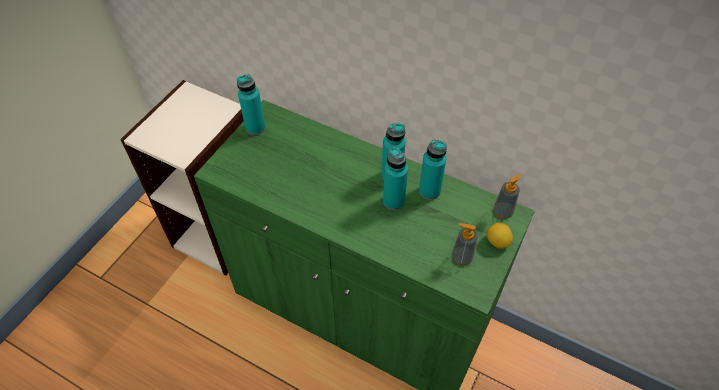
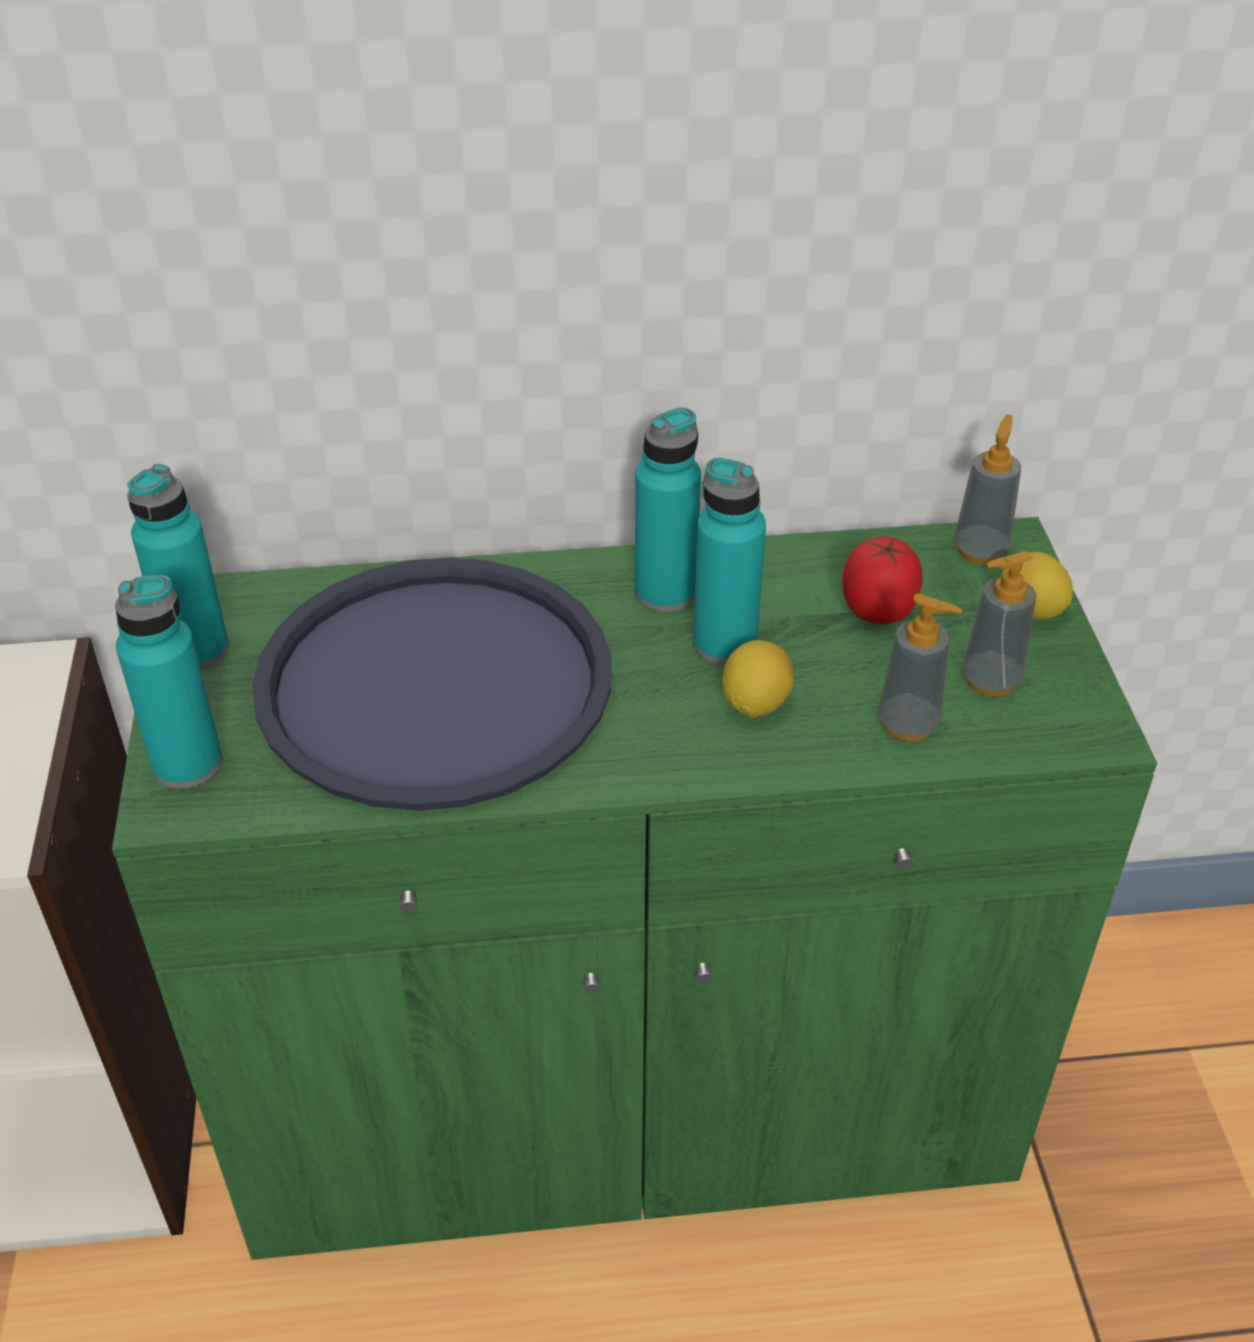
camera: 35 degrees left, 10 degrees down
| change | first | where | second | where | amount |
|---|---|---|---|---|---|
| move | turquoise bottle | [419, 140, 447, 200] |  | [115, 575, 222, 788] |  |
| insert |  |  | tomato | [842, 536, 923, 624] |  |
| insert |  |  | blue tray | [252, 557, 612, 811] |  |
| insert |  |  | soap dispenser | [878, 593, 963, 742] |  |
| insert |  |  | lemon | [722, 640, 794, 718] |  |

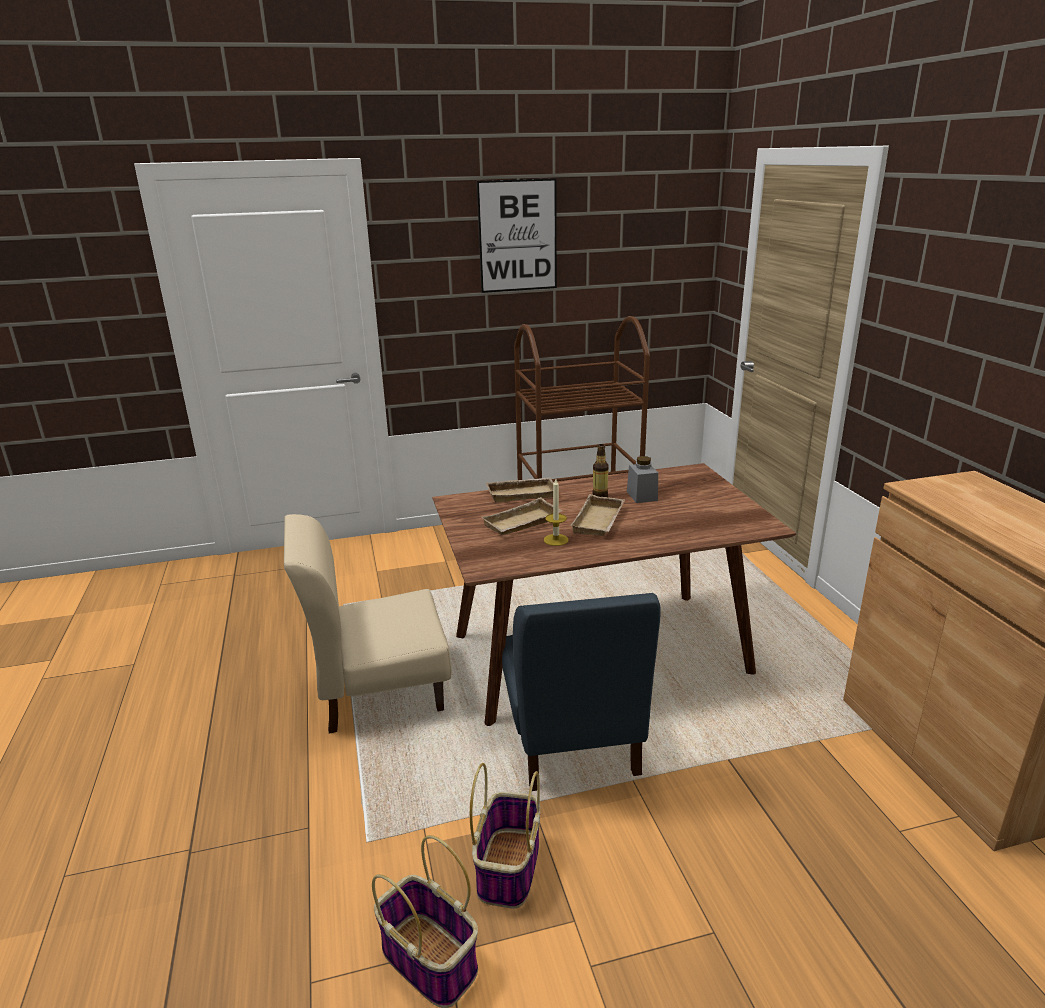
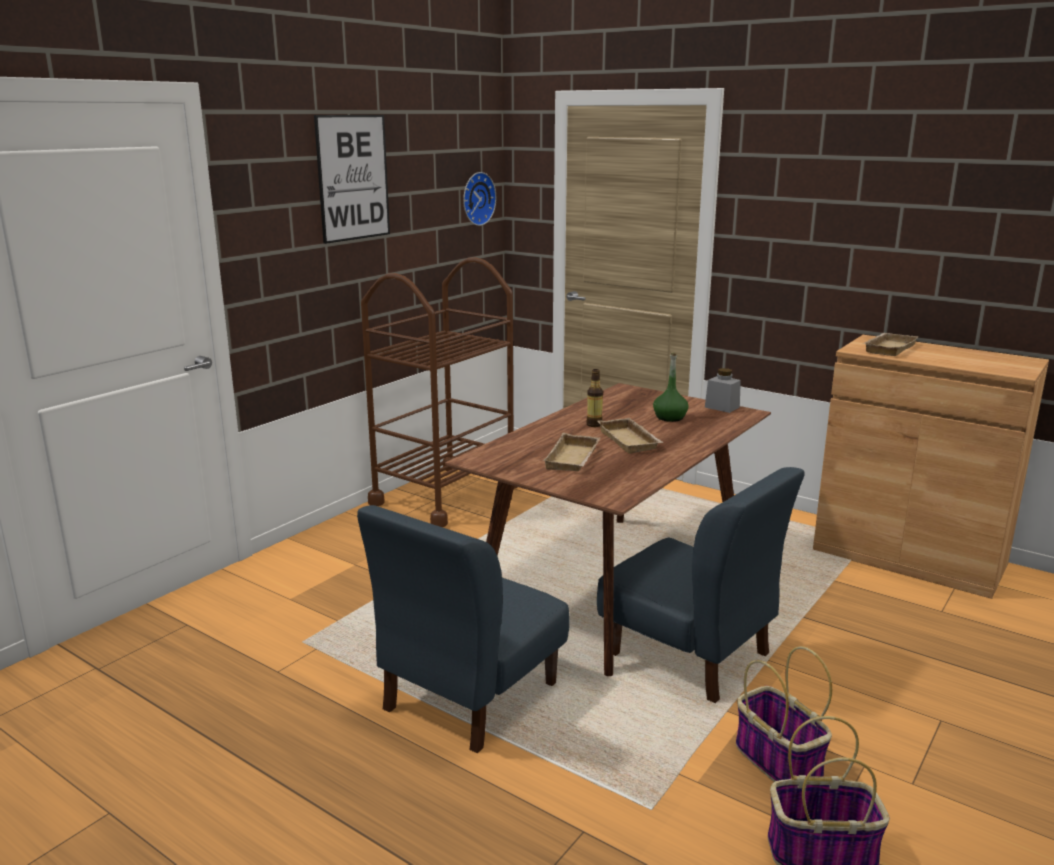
camera: 40 degrees left, 5 degrees down
| change | first | where | second | where | amount |
|---|---|---|---|---|---|
| move | grey jar | [627, 456, 658, 503] |  | [705, 368, 741, 413] |  |
| move | beige tray | [486, 477, 554, 503] |  | [864, 333, 918, 356] |  |
| delete | candle | [544, 479, 569, 546] |  |  |  |
| recolor | beige chair | [284, 514, 452, 734] | blue chair | [357, 505, 570, 754] |  |
| insert |  |  | wall clock | [463, 172, 496, 226] |  |
| insert |  |  | green bottle | [653, 353, 689, 422] |  |

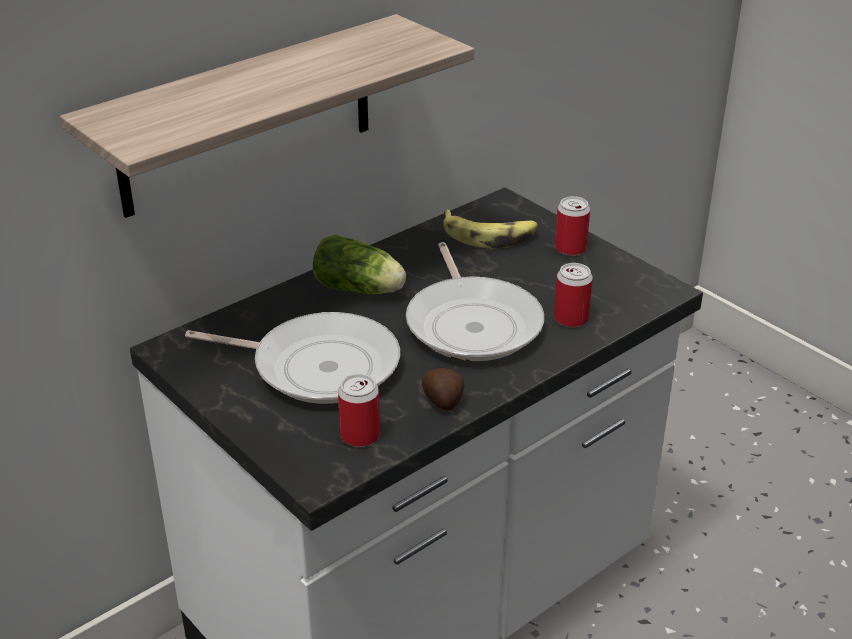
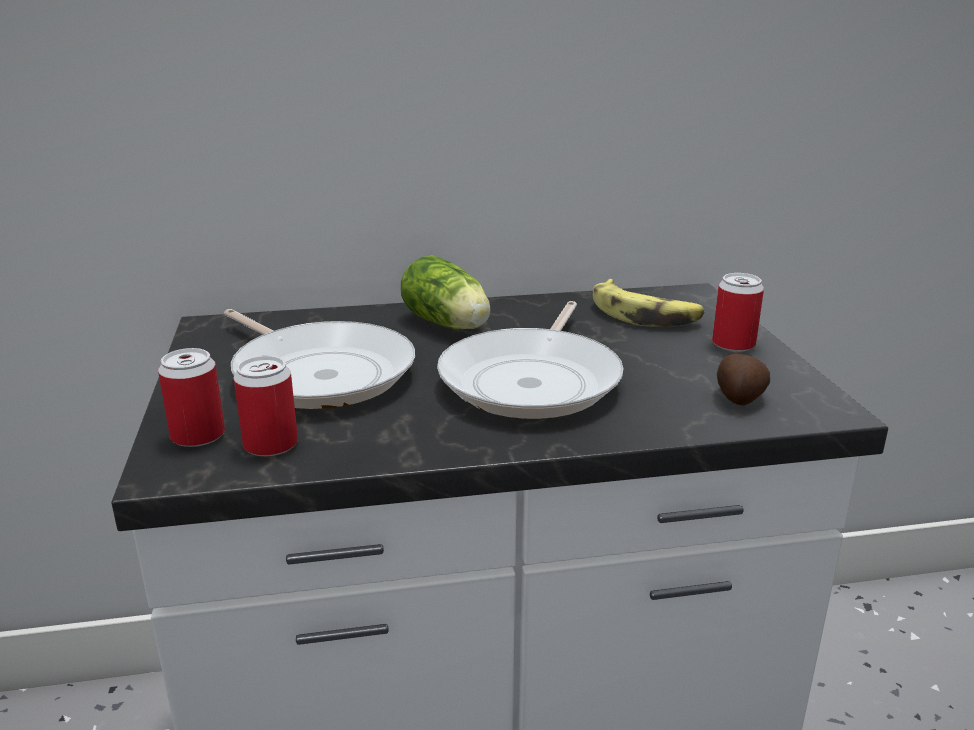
camera: 30 degrees right, 10 degrees down
| change | first | where | second | where | amount |
|---|---|---|---|---|---|
| delete | shelf | [60, 14, 474, 218] |  |  |  |
| move | can | [554, 263, 593, 327] |  | [158, 348, 225, 447] |  |
| move | potato | [422, 368, 464, 411] |  | [717, 354, 770, 406] |  |

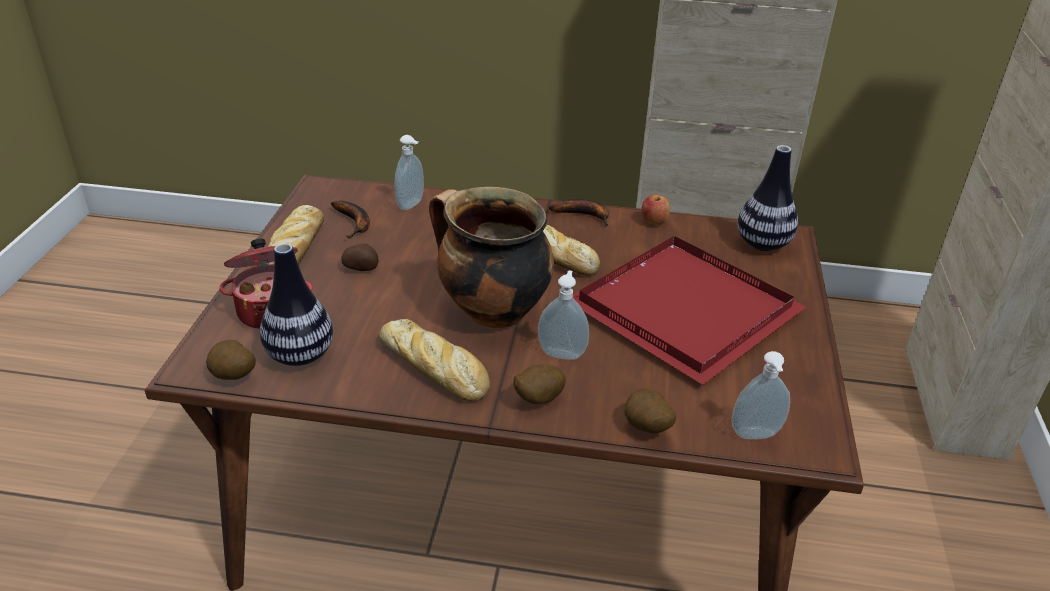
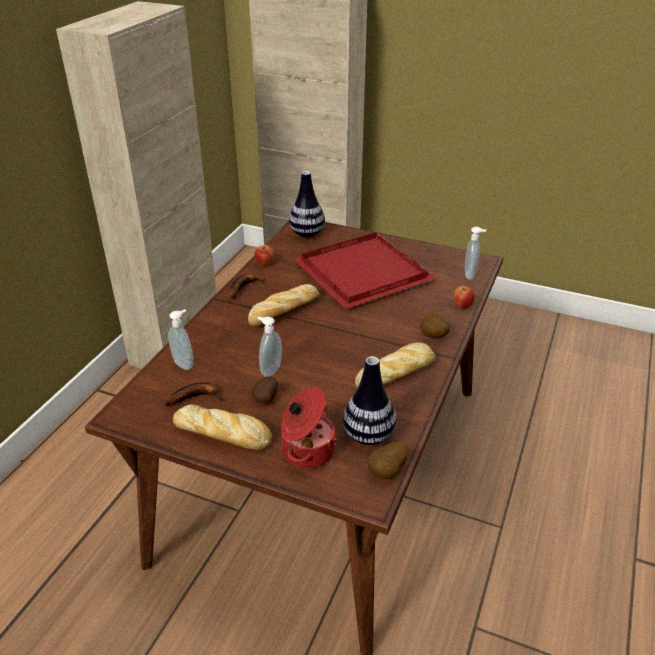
camera: 75 degrees left, 0 degrees up
| change | first | where | second | where | amount |
|---|---|---|---|---|---|
| delete | cooking pot | [429, 187, 554, 328] |  |  |  |
| move | soap dispenser | [538, 270, 589, 360] |  | [258, 317, 282, 377] |  |
| replace | potato | [624, 389, 676, 434] | apple | [453, 286, 475, 308] |  |

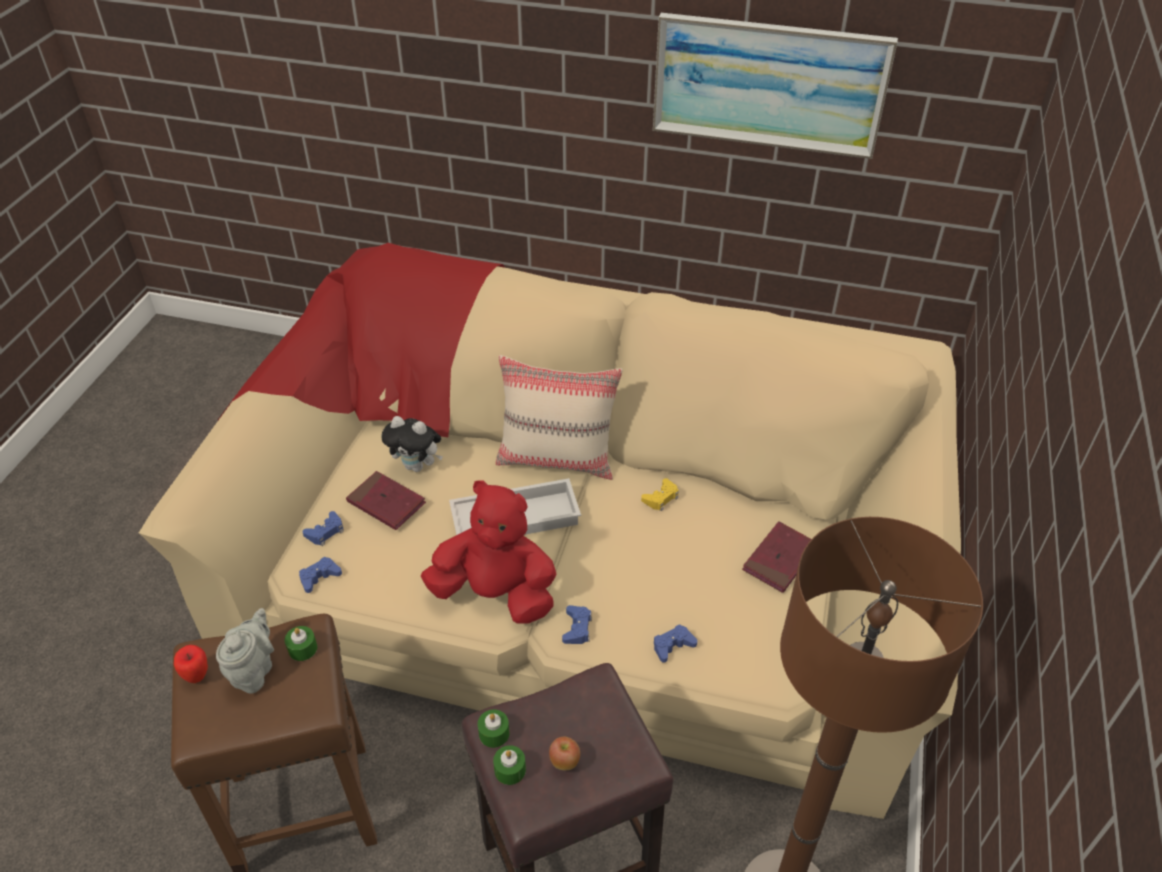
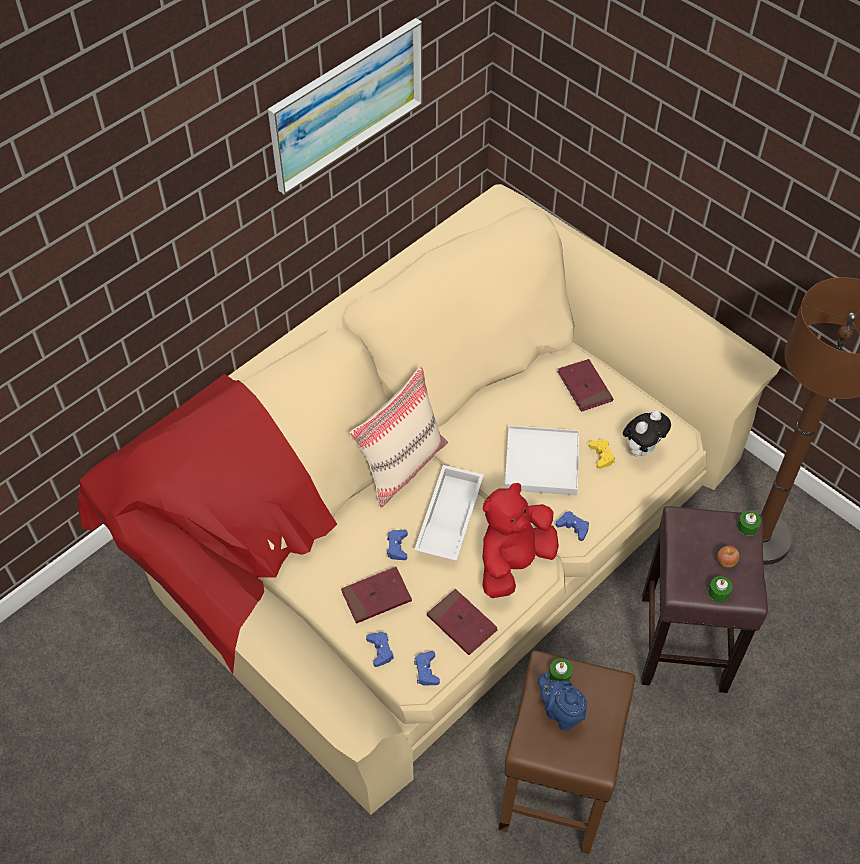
camera: 60 degrees left, 10 degrees up
| change | first | where | second | where | amount |
|---|---|---|---|---|---|
| move | plush toy | [381, 416, 443, 472] |  | [623, 410, 671, 456] |  |
| move | yellow game controller | [641, 478, 679, 511] |  | [589, 439, 615, 469] |  |
| recolor | grey teapot | [216, 608, 274, 694] | blue teapot | [538, 672, 587, 730] |  |
| move | blue game controller | [654, 624, 697, 663] |  | [387, 530, 408, 560] |  |
| delete | apple | [174, 645, 208, 683] |  |  |  |
| move | green candle | [478, 709, 510, 748] |  | [737, 511, 761, 536] |  |
| insert |  |  | white tray | [505, 425, 579, 495] |  |
| insert |  |  | red book | [427, 589, 498, 655] |  |

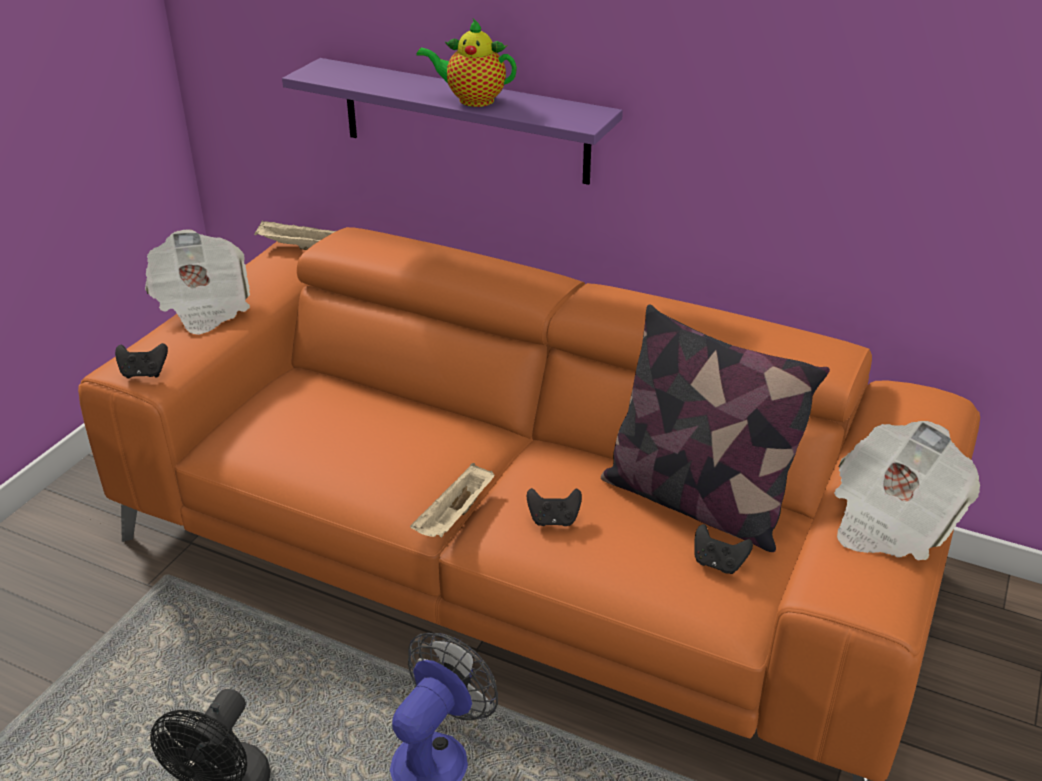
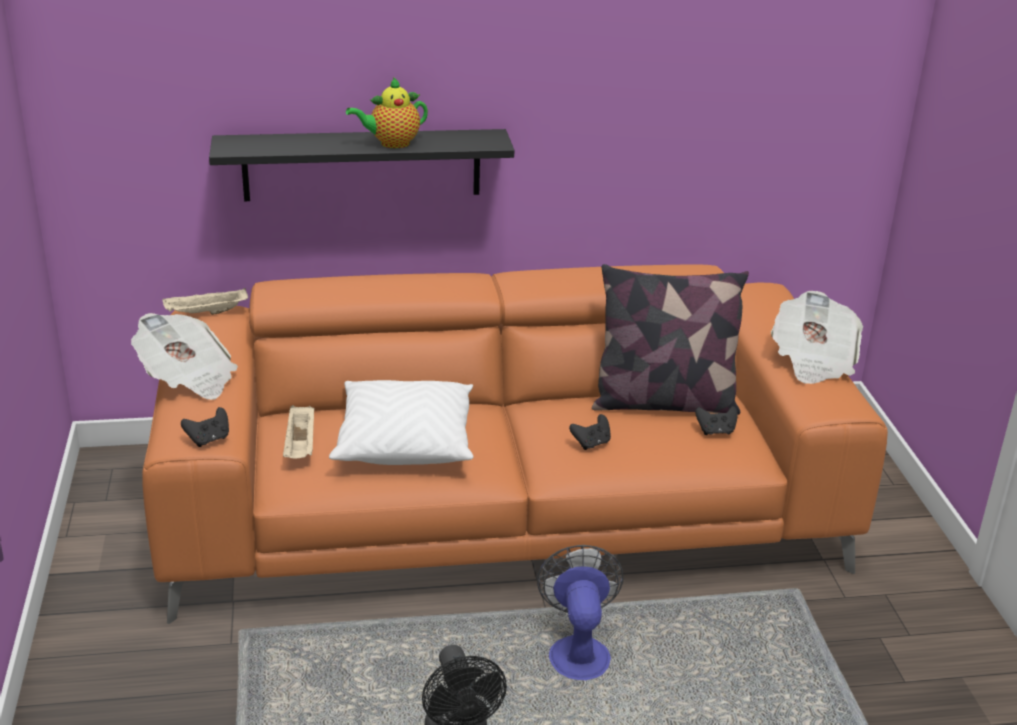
camera: 35 degrees left, 5 degrees down
| change | first | where | second | where | amount |
|---|---|---|---|---|---|
| recolor | purple shelf | [282, 58, 623, 185] | black shelf | [209, 129, 514, 201] |  |
| move | beige tray | [410, 463, 494, 538] |  | [283, 405, 314, 459] |  |
| insert |  |  | white pillow | [329, 380, 473, 465] |  |

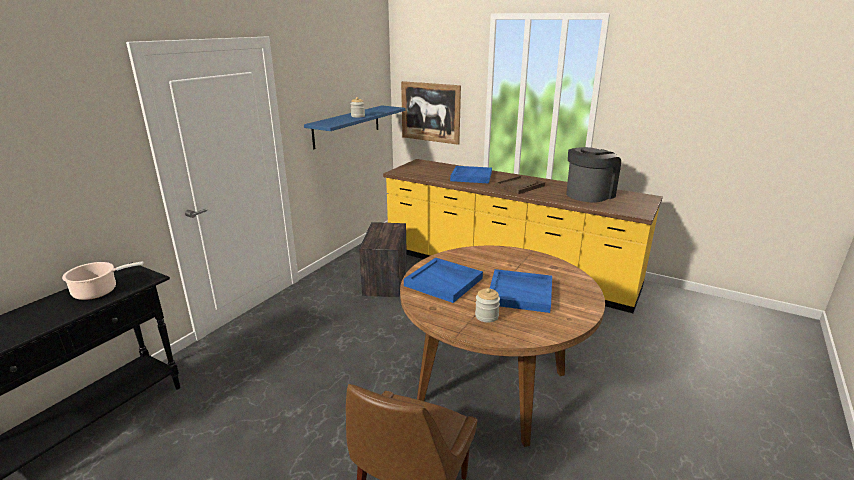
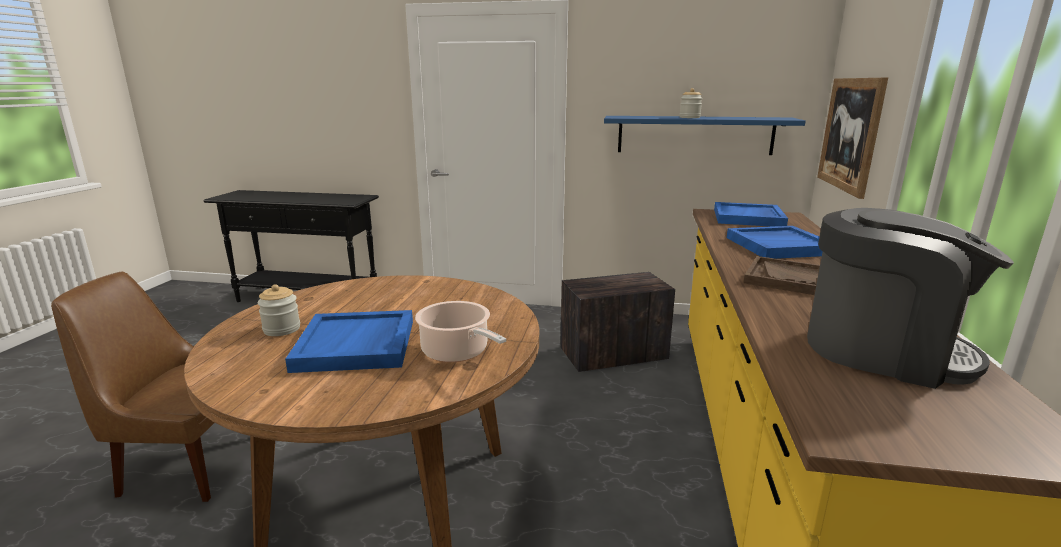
camera: 70 degrees right, 5 degrees down
| change | first | where | second | where | amount |
|---|---|---|---|---|---|
| move | blue tray | [404, 258, 483, 303] |  | [714, 202, 788, 227] |  |
| move | cooking pot | [62, 261, 144, 300] |  | [415, 301, 506, 362] |  |

